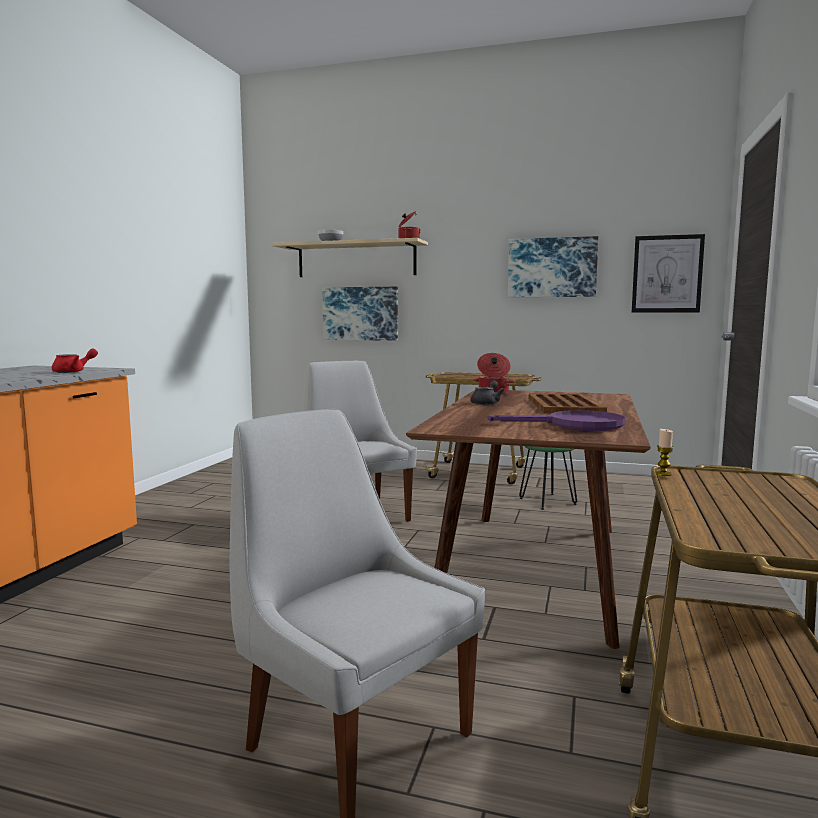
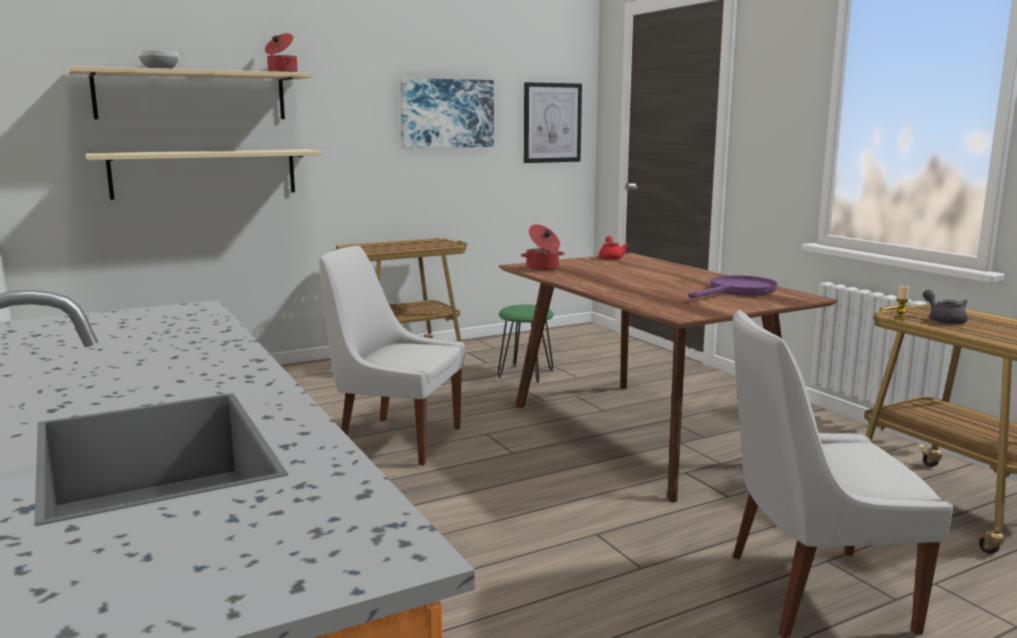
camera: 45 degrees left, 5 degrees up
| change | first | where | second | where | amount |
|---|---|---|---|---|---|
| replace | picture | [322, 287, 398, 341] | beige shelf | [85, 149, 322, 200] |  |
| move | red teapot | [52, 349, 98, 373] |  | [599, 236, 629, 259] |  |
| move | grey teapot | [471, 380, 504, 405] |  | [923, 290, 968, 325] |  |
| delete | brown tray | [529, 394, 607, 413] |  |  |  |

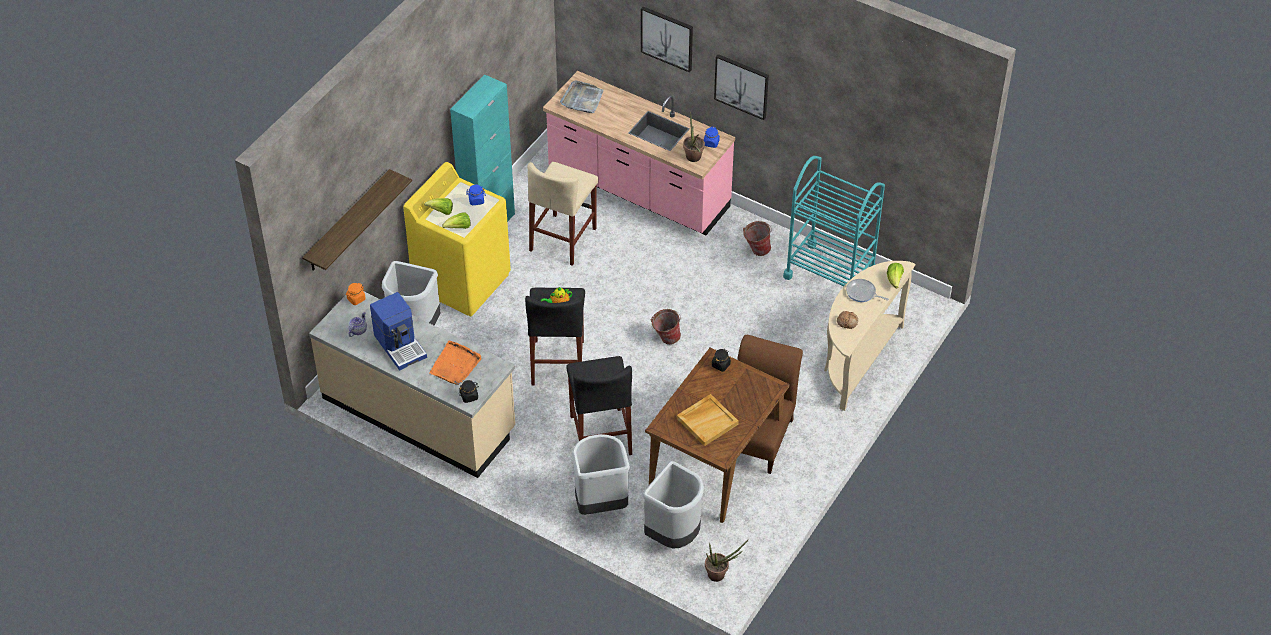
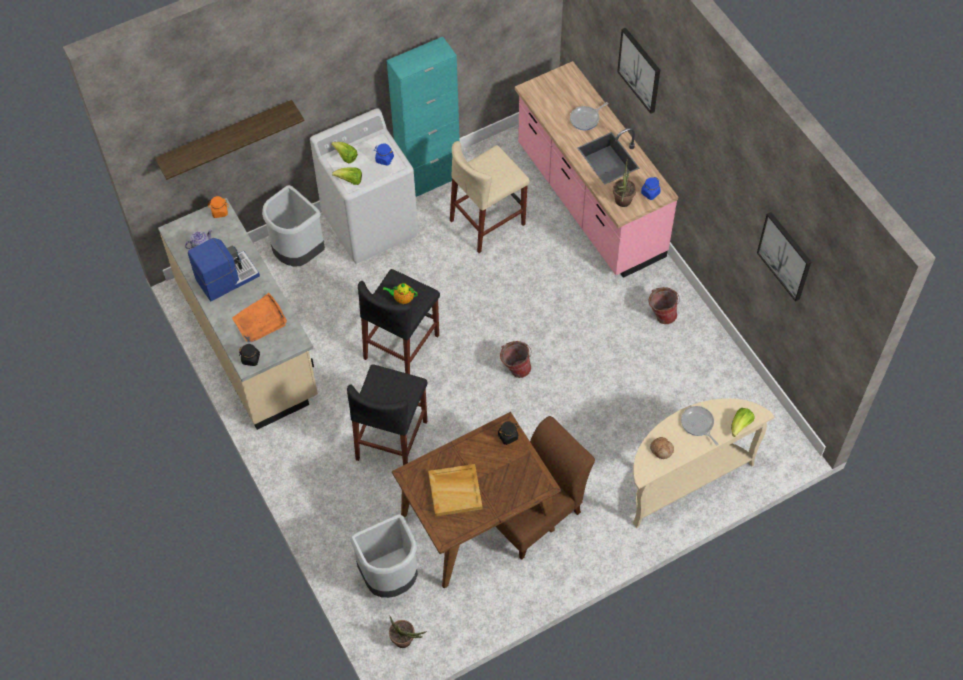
camera: 30 degrees right, 10 degrees up
| change | first | where | second | where | amount |
|---|---|---|---|---|---|
| move | picture | [714, 54, 769, 120] |  | [757, 212, 812, 302] |  |
| delete | grey tray | [560, 80, 604, 113] |  |  |  |
| delete | turquoise cart | [783, 156, 885, 286] |  |  |  |
| recolor | yellow washing machine | [403, 162, 511, 316] | white washing machine | [310, 108, 418, 264] |  |
| rotate | coffee machine | [370, 292, 427, 371] |  | [188, 238, 260, 301] | 120 degrees counterclockwise |
| delete | grey trash can | [572, 434, 630, 515] |  |  |  |
| insert |  |  | frying pan | [570, 102, 608, 130] |  |

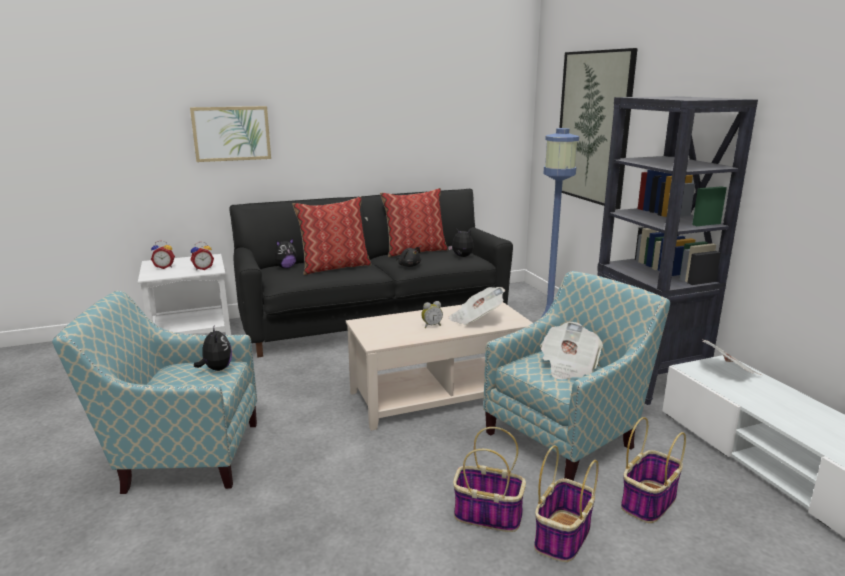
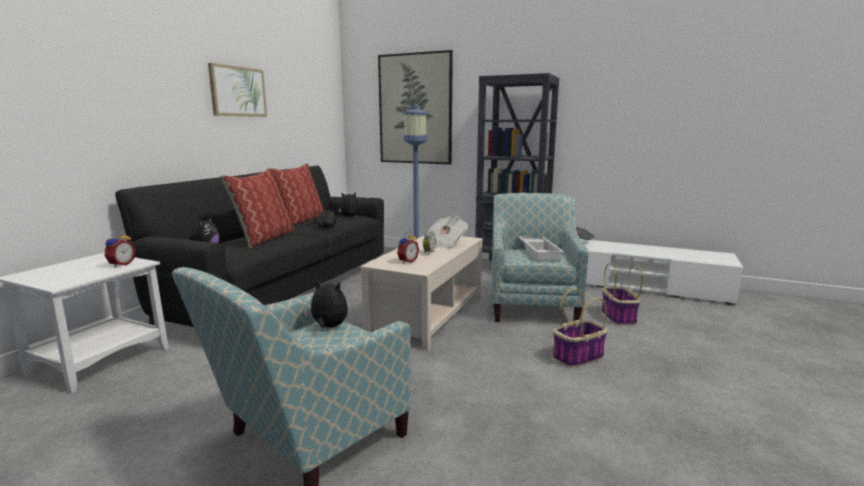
camera: 45 degrees left, 5 degrees down
| change | first | where | second | where | amount |
|---|---|---|---|---|---|
| move | picture | [190, 106, 271, 162] |  | [208, 63, 267, 117] |  |
| move | alarm clock | [151, 240, 175, 269] |  | [397, 231, 419, 264] |  |
| replace | newspaper | [540, 322, 603, 379] | white tray | [519, 237, 564, 261] |  |
| delete | basket | [534, 445, 599, 562] |  |  |  |

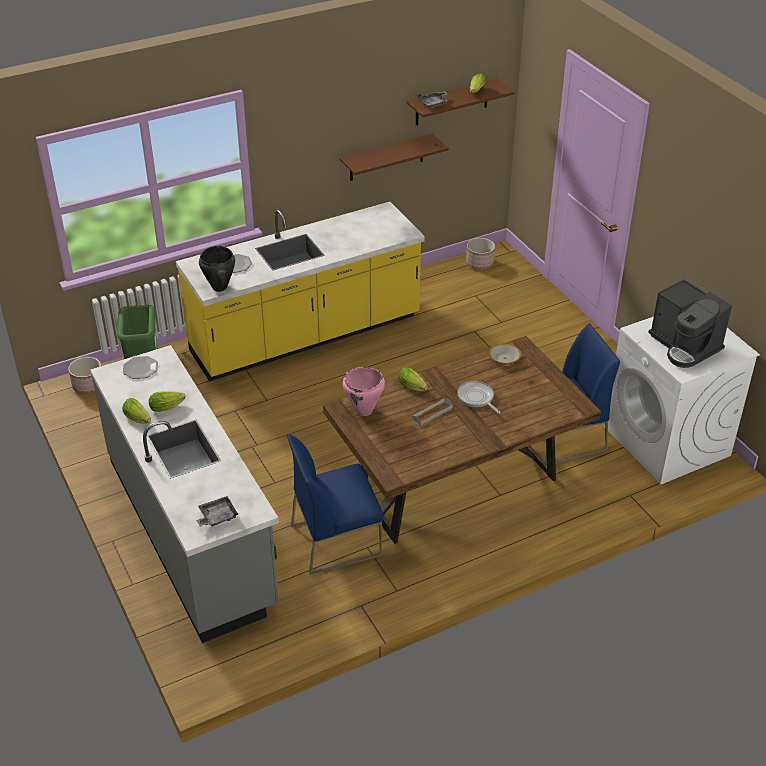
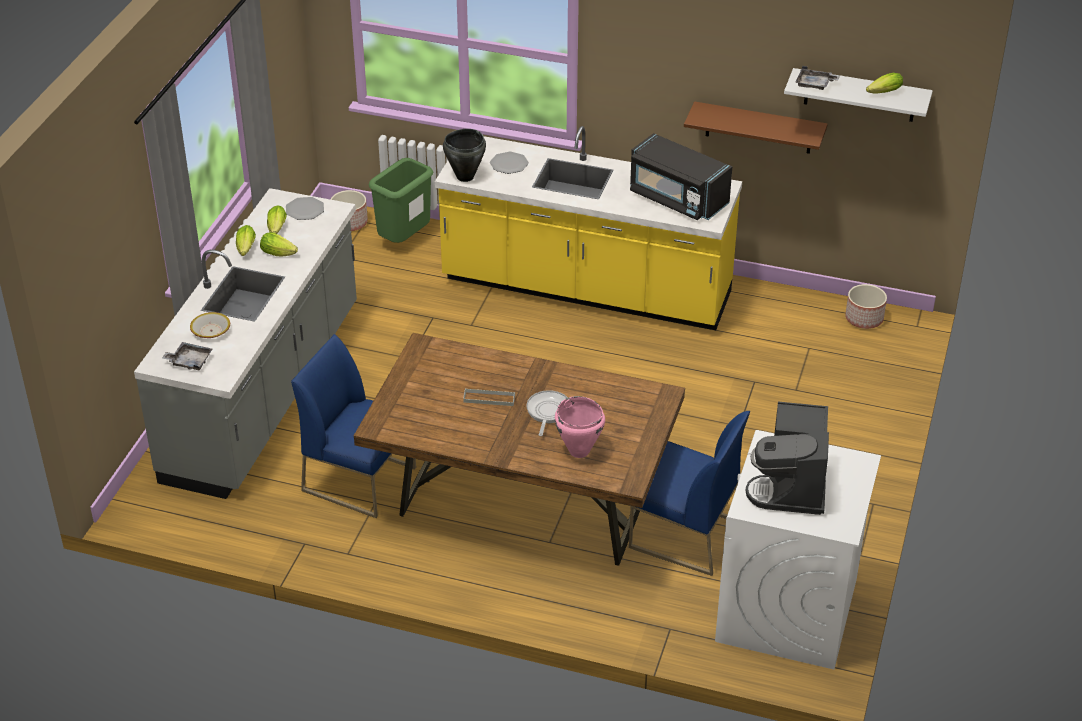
camera: 45 degrees right, 0 degrees up
| change | first | where | second | where | amount |
|---|---|---|---|---|---|
| recolor | brown shelf | [406, 78, 515, 125] | white shelf | [784, 68, 933, 122] |  |
| move | bowl | [489, 343, 521, 364] |  | [190, 312, 230, 338] |  |
| move | pink cooking pot | [343, 367, 385, 416] |  | [555, 396, 605, 458] |  |
| move | lettuce | [398, 367, 428, 391] |  | [267, 205, 287, 234] |  |
| insert |  |  | black microwave | [630, 133, 732, 220] |  |

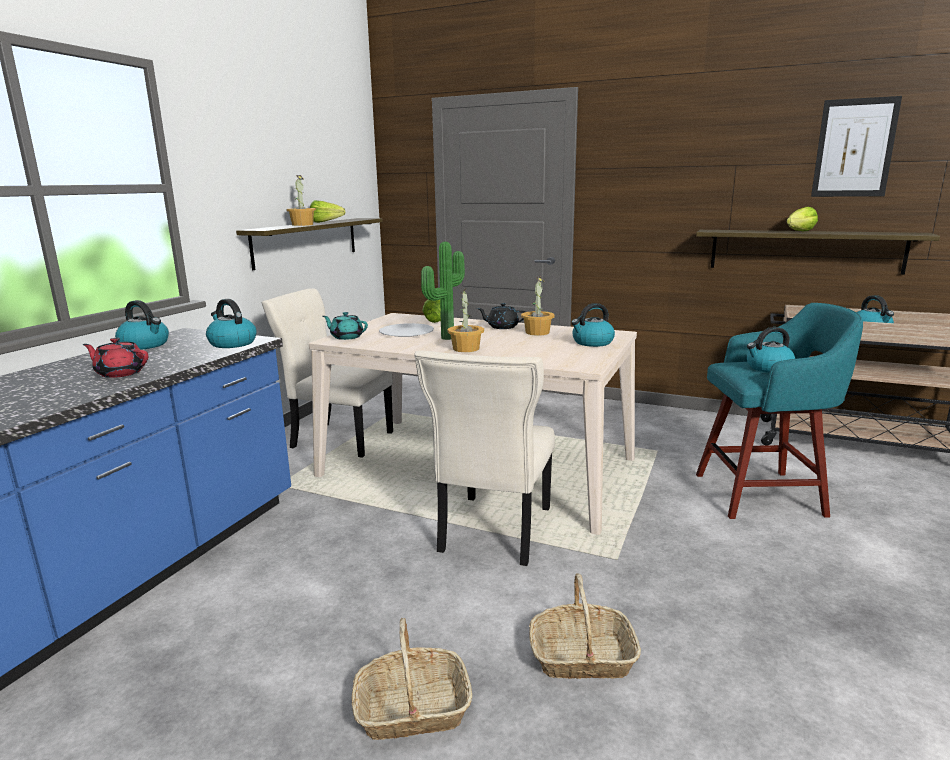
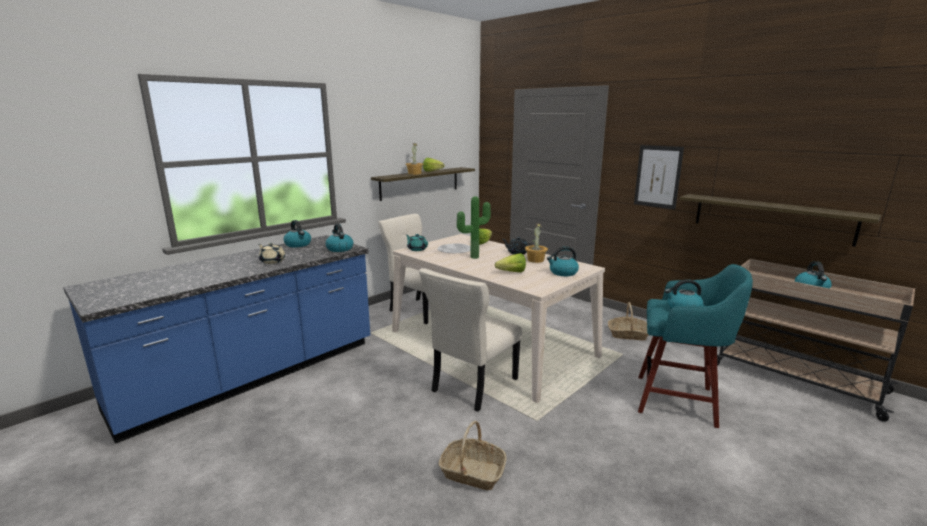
camera: 20 degrees right, 0 degrees up
| change | first | where | second | where | amount |
|---|---|---|---|---|---|
| move | picture | [811, 96, 902, 197] |  | [634, 145, 684, 209] |  |
| move | lettuce | [787, 207, 818, 231] |  | [495, 253, 526, 272] |  |
| delete | potted plant | [447, 288, 484, 352] |  |  |  |
| recolor | red teapot | [83, 338, 148, 378] | beige teapot | [258, 243, 285, 264] |  |
| move | basket | [351, 618, 472, 740] |  | [608, 302, 649, 340] |  |

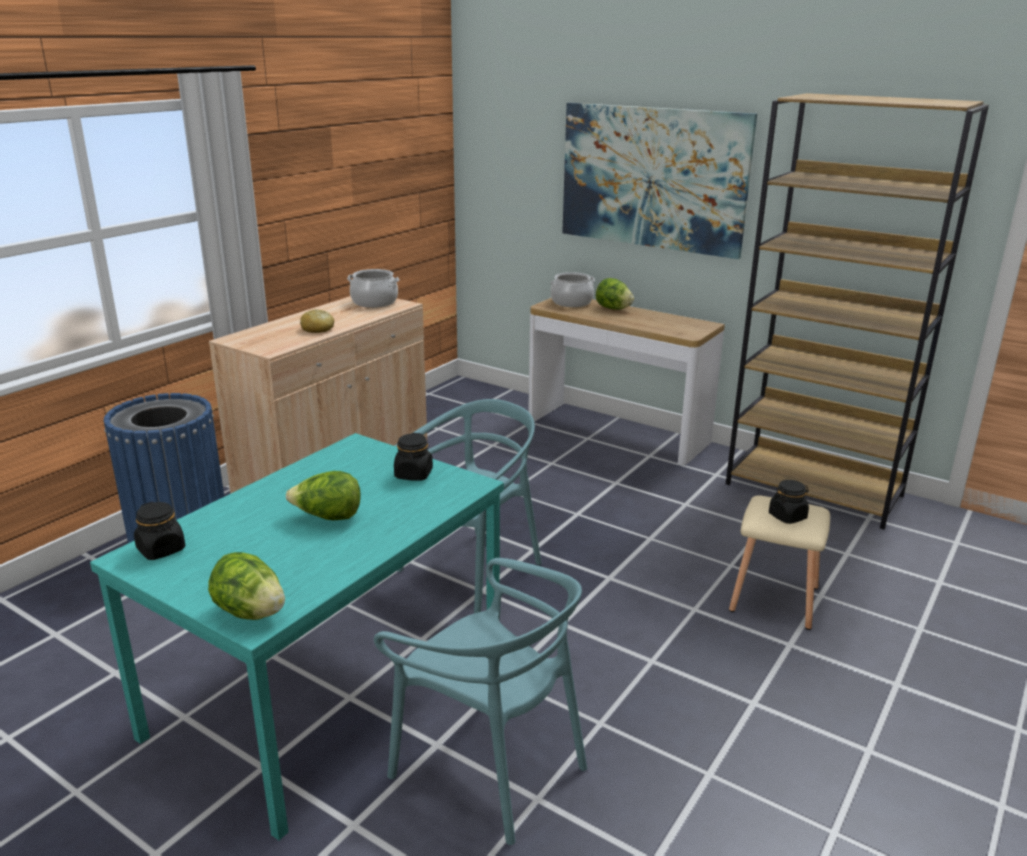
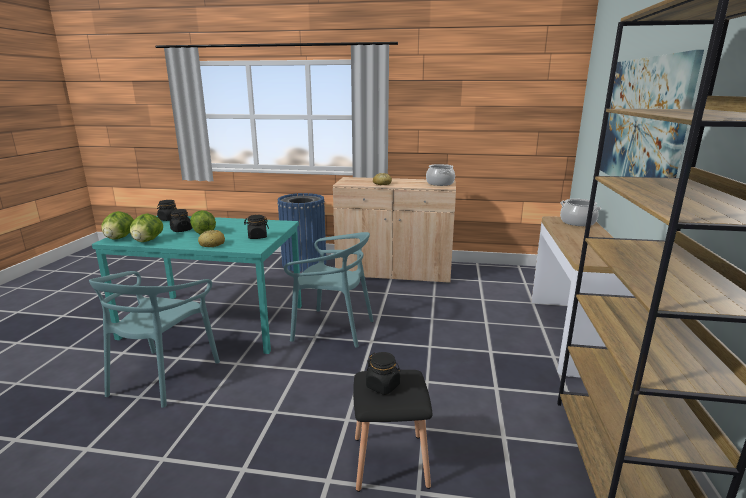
camera: 65 degrees right, 5 degrees down
| change | first | where | second | where | amount |
|---|---|---|---|---|---|
| move | lettuce | [596, 278, 634, 310] |  | [130, 213, 163, 242] |  |
| recolor | beige stool | [729, 495, 830, 630] | black stool | [353, 370, 433, 492] |  |
| insert |  |  | black jar | [170, 209, 192, 232] |  |
| insert |  |  | bread | [198, 230, 225, 247] |  |

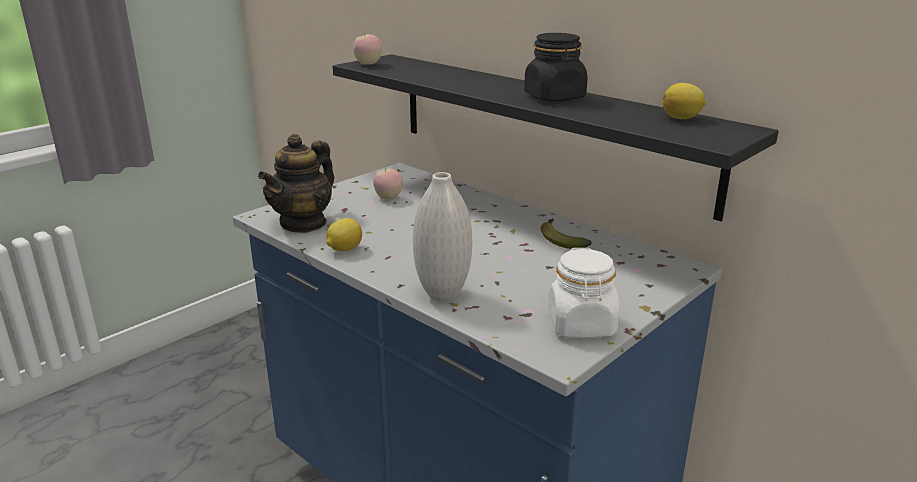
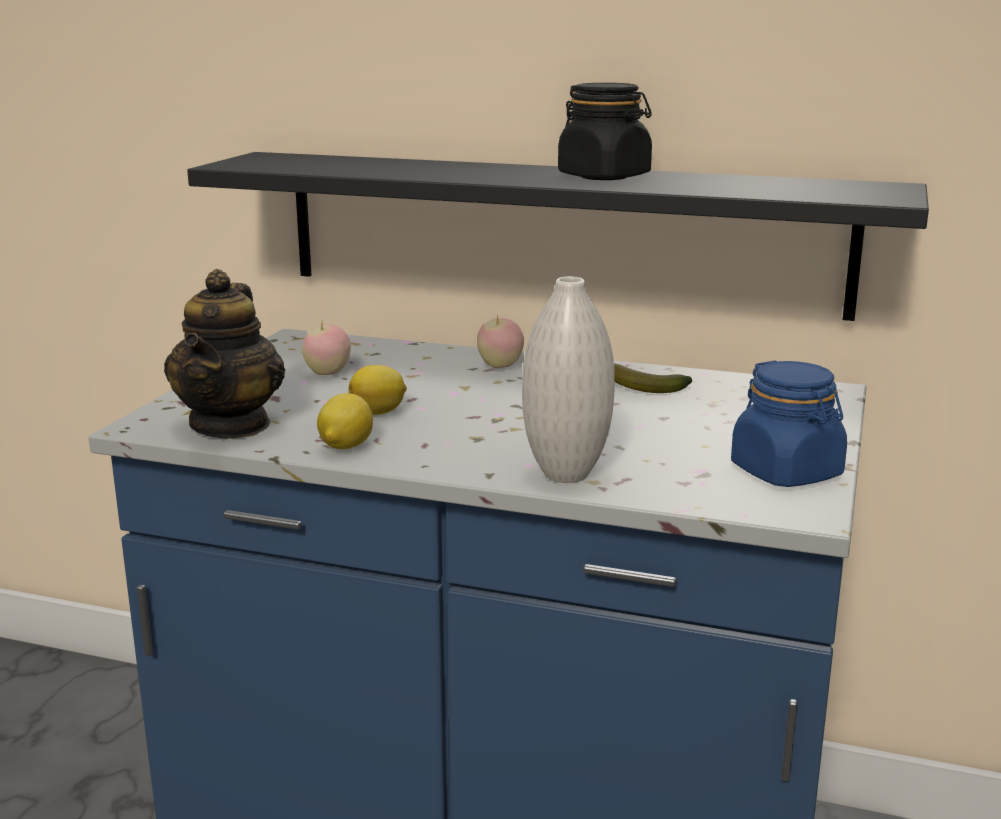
camera: 25 degrees left, 5 degrees down
| change | first | where | second | where | amount |
|---|---|---|---|---|---|
| move | apple | [353, 34, 382, 65] |  | [477, 314, 524, 368] |  |
| move | lemon | [662, 83, 706, 119] |  | [348, 365, 407, 415] |  |
| recolor | white jar | [548, 248, 619, 338] | blue jar | [731, 360, 847, 487] |  |

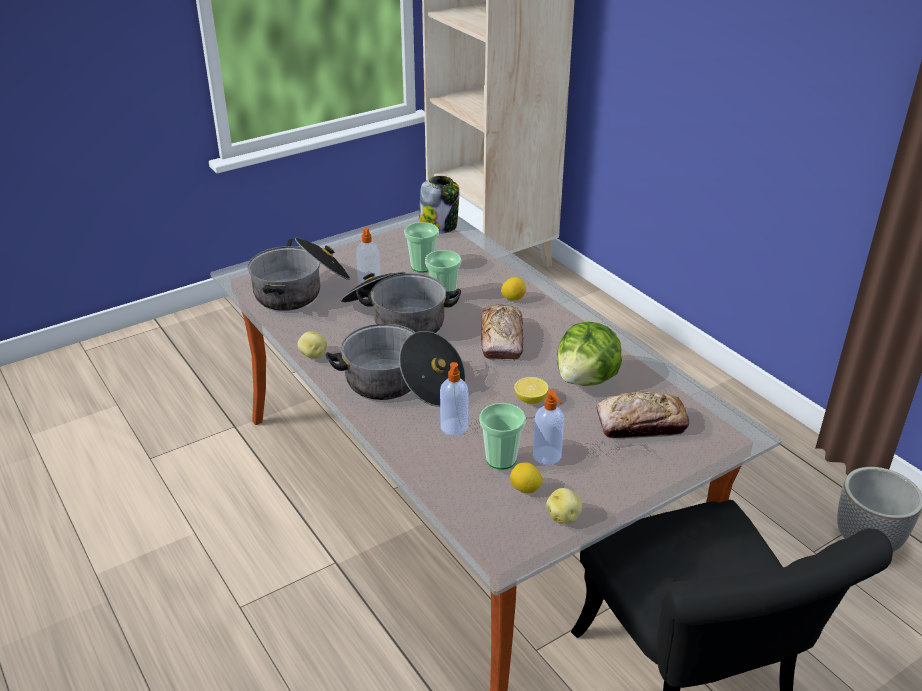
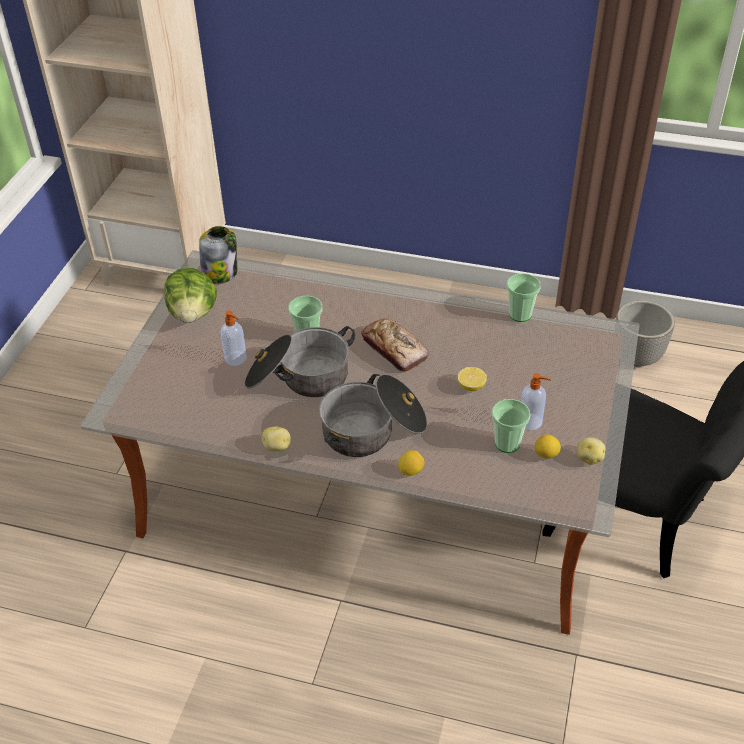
camera: 40 degrees left, 10 degrees up
| change | first | where | second | where | amount |
|---|---|---|---|---|---|
| move | cup | [404, 222, 439, 273] |  | [507, 273, 541, 322] |  |
| delete | cooking pot | [248, 237, 350, 311] |  |  |  |
| move | lemon | [501, 277, 526, 301] |  | [398, 450, 425, 476] |  |
| move | lettuce | [557, 322, 622, 386] |  | [164, 268, 217, 323] |  |
| delete | soap dispenser | [440, 362, 468, 435] |  |  |  |
| delete | bread | [596, 392, 689, 438] |  |  |  |

